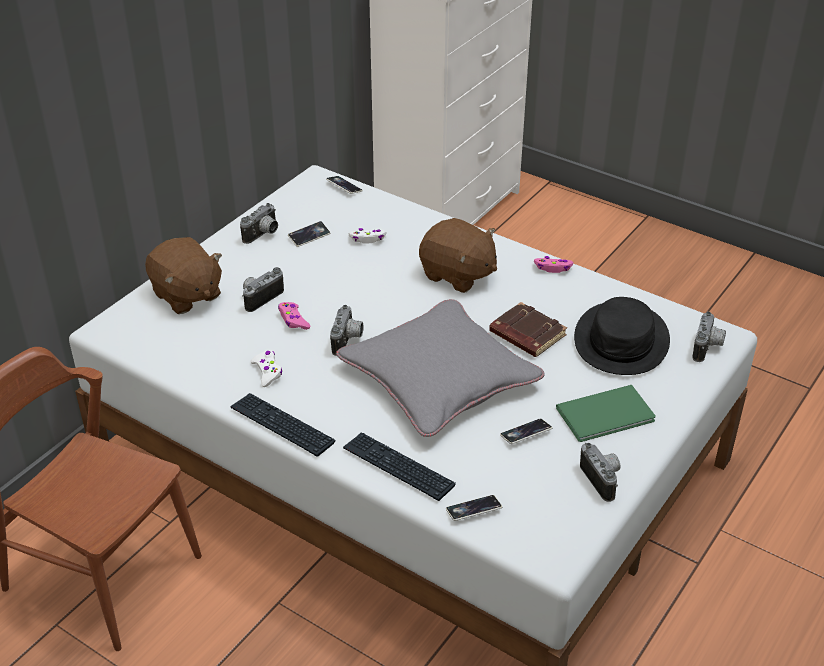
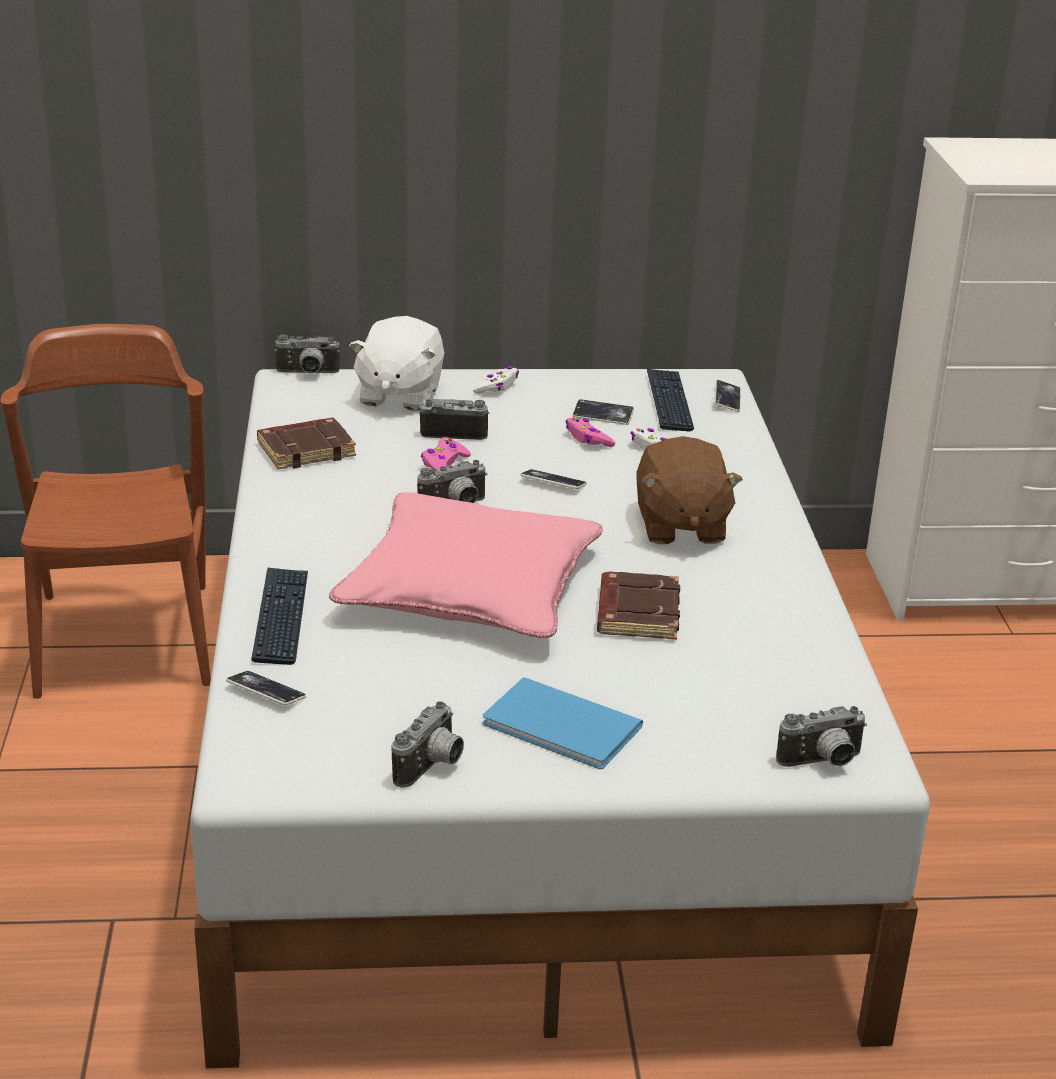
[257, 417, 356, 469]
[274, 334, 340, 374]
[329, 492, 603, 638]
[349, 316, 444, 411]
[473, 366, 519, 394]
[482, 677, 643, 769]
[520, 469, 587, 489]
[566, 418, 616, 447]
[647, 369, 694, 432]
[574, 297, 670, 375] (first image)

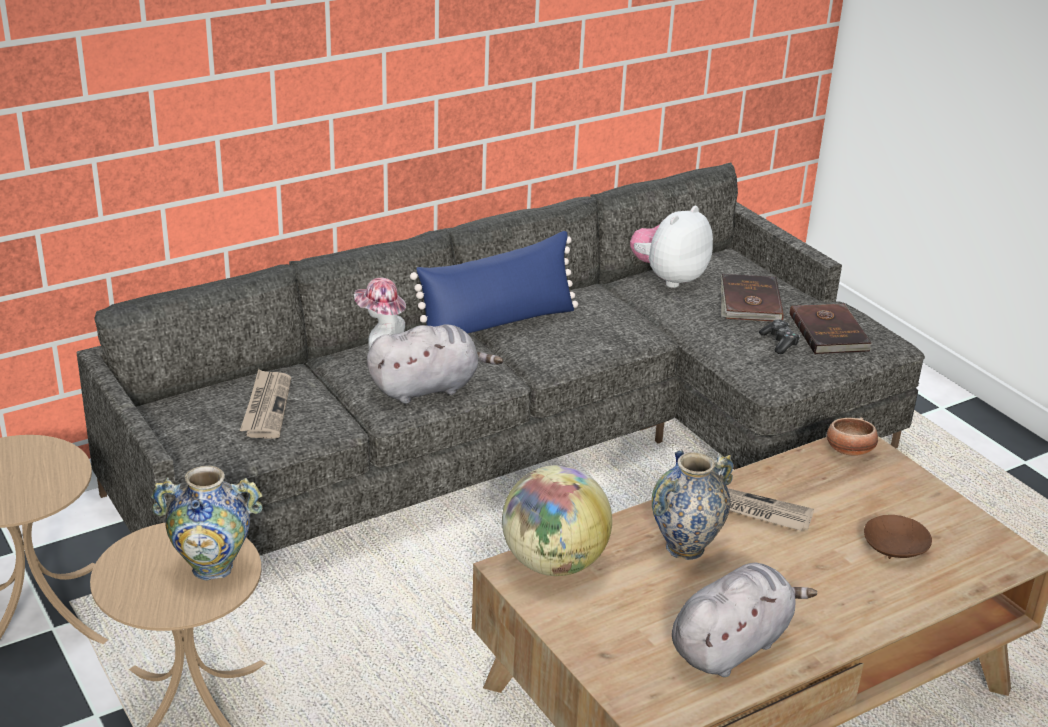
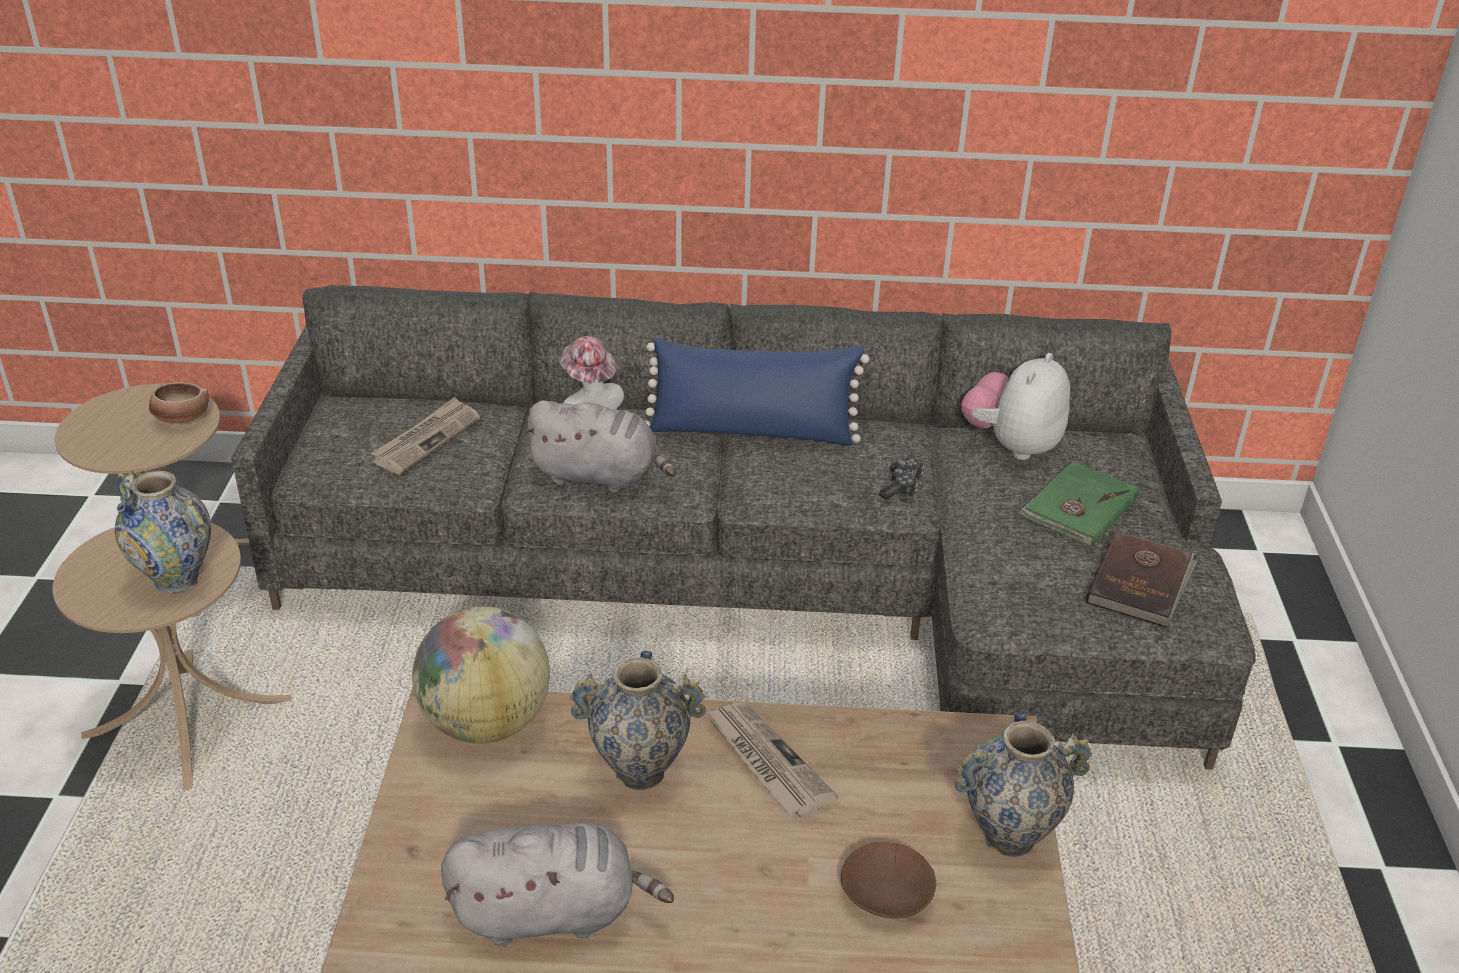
[149, 382, 209, 424]
[880, 458, 924, 499]
[955, 713, 1093, 857]
[961, 353, 1070, 460]
[1018, 461, 1139, 548]

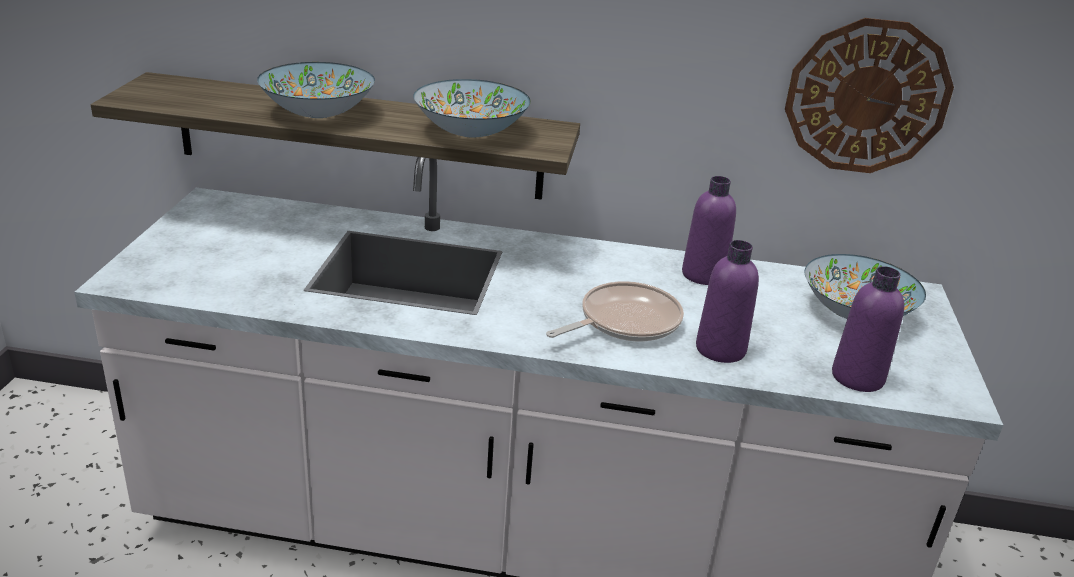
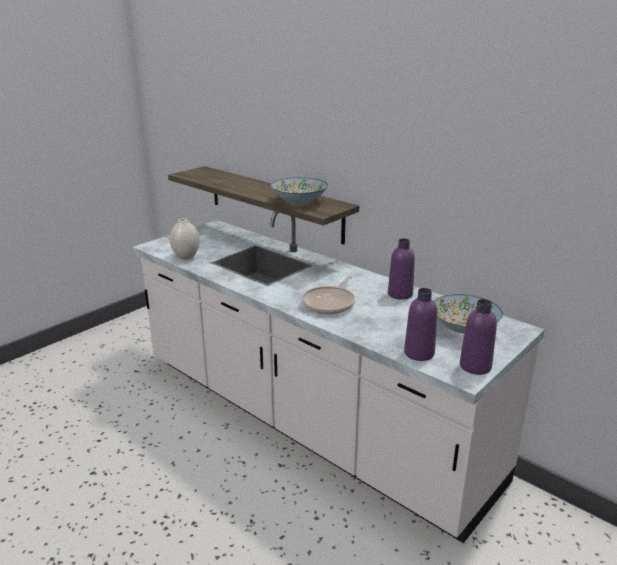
[170, 218, 200, 260]
[302, 276, 355, 315]
[460, 299, 497, 375]
[257, 62, 375, 118] (first image)
[785, 18, 954, 173] (first image)

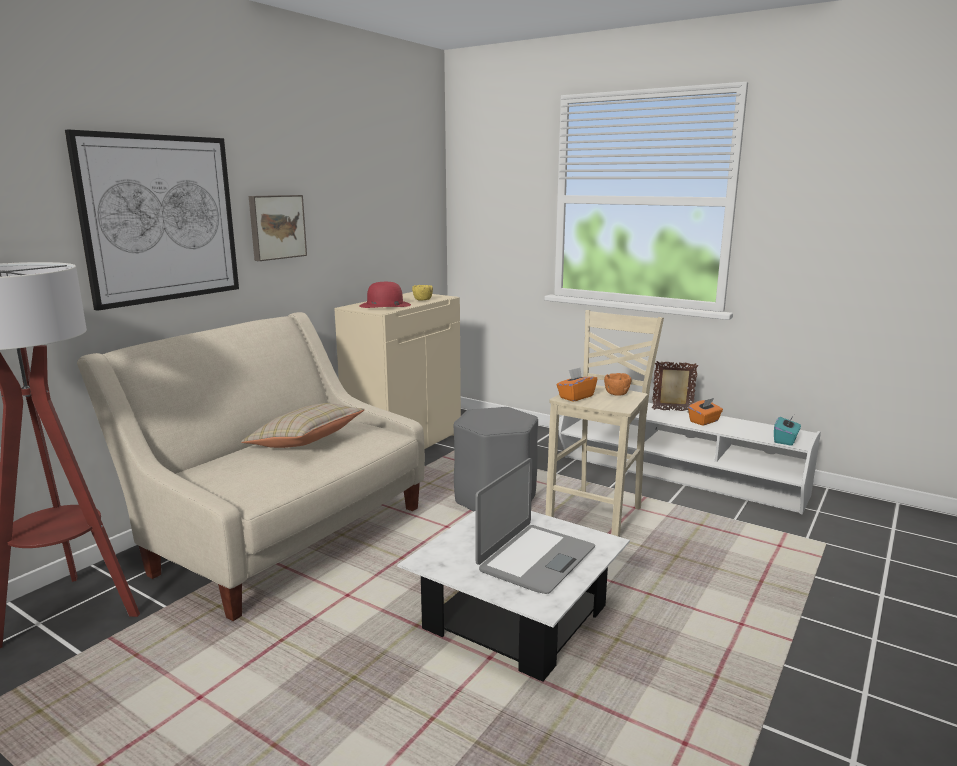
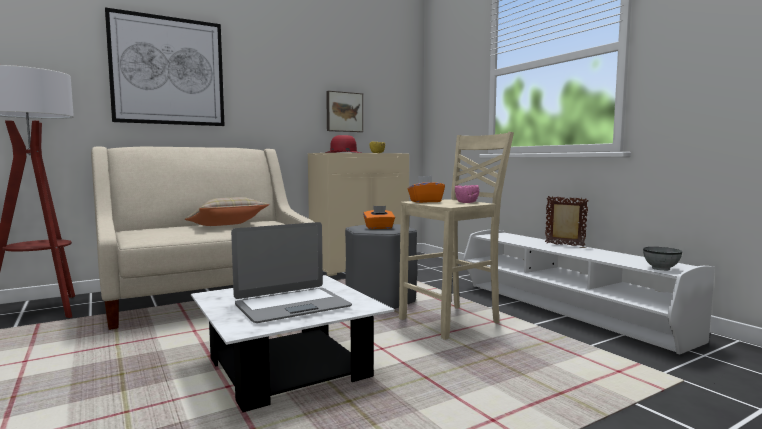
[326, 91, 363, 132]
[363, 206, 395, 229]
[455, 185, 479, 203]
[643, 247, 682, 271]

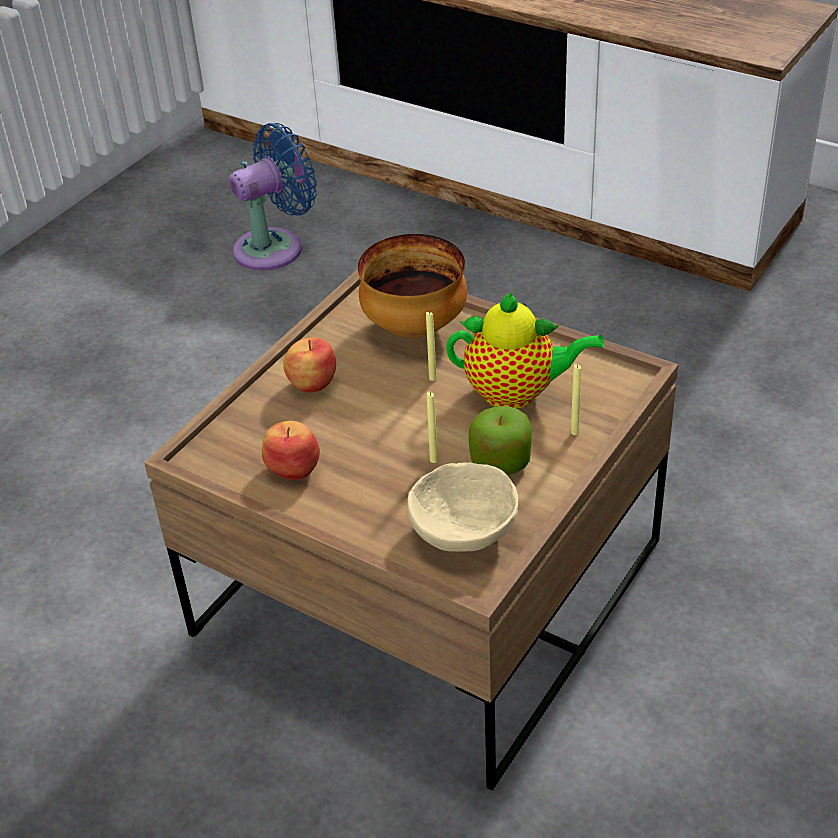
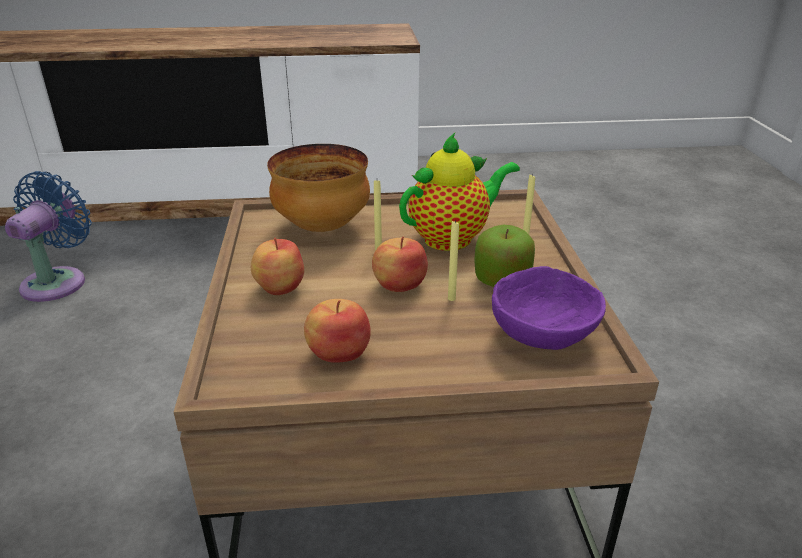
[372, 237, 428, 292]
[492, 266, 606, 350]

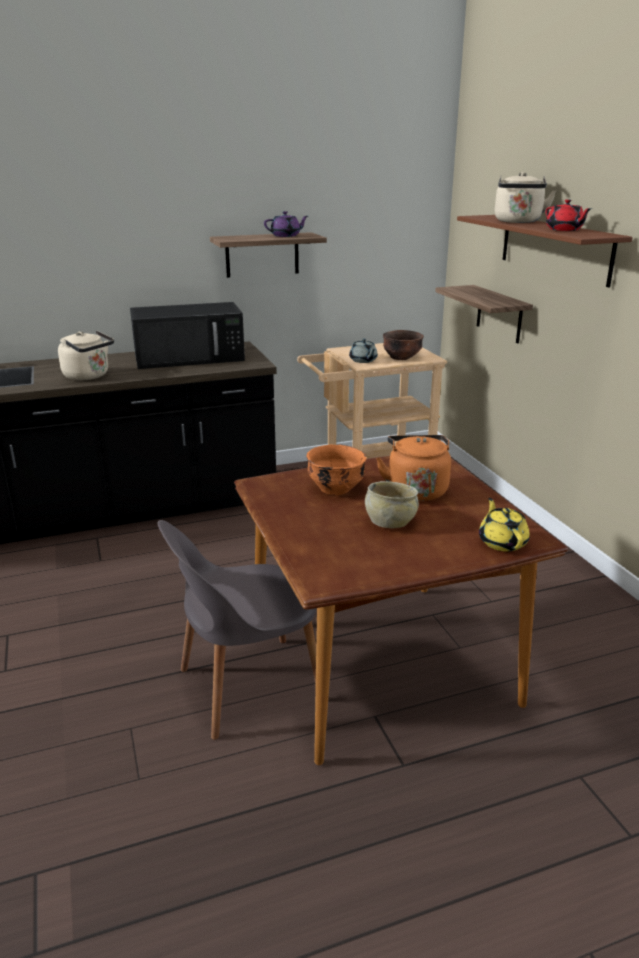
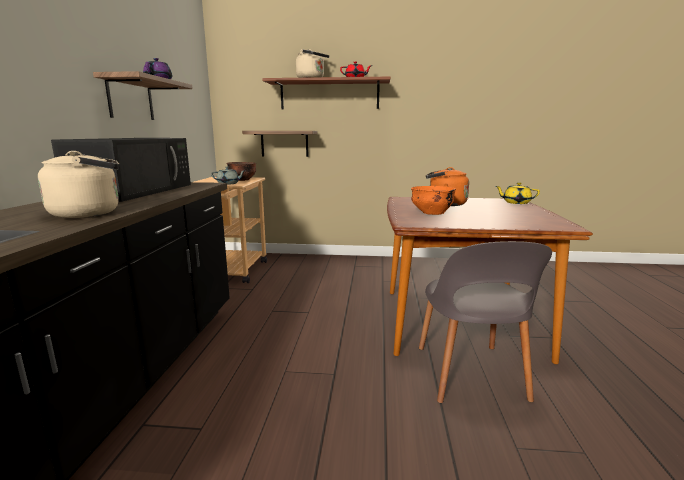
[365, 481, 419, 528] (first image)

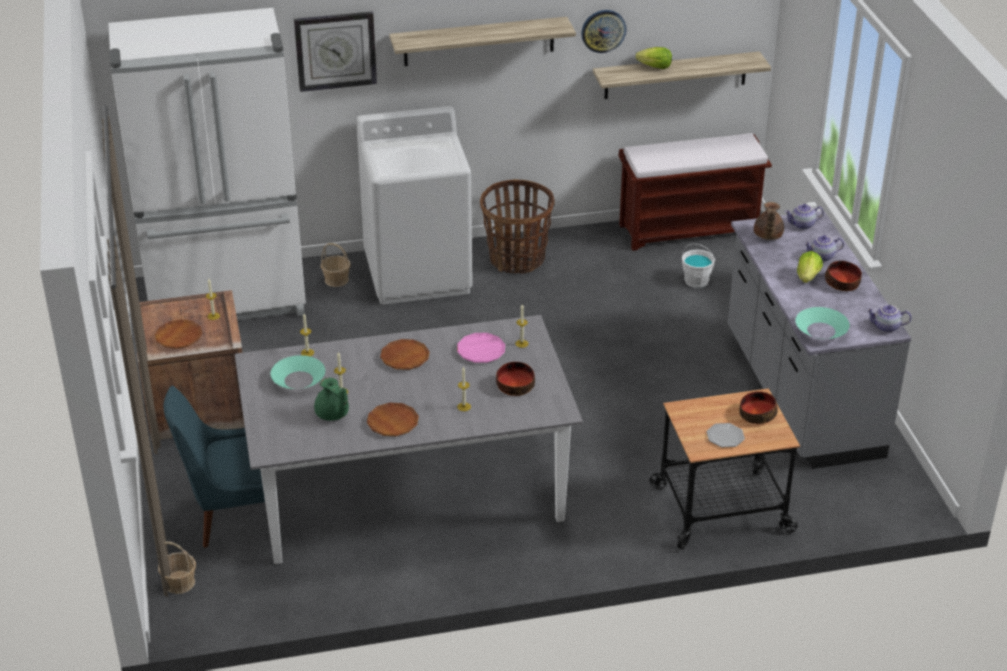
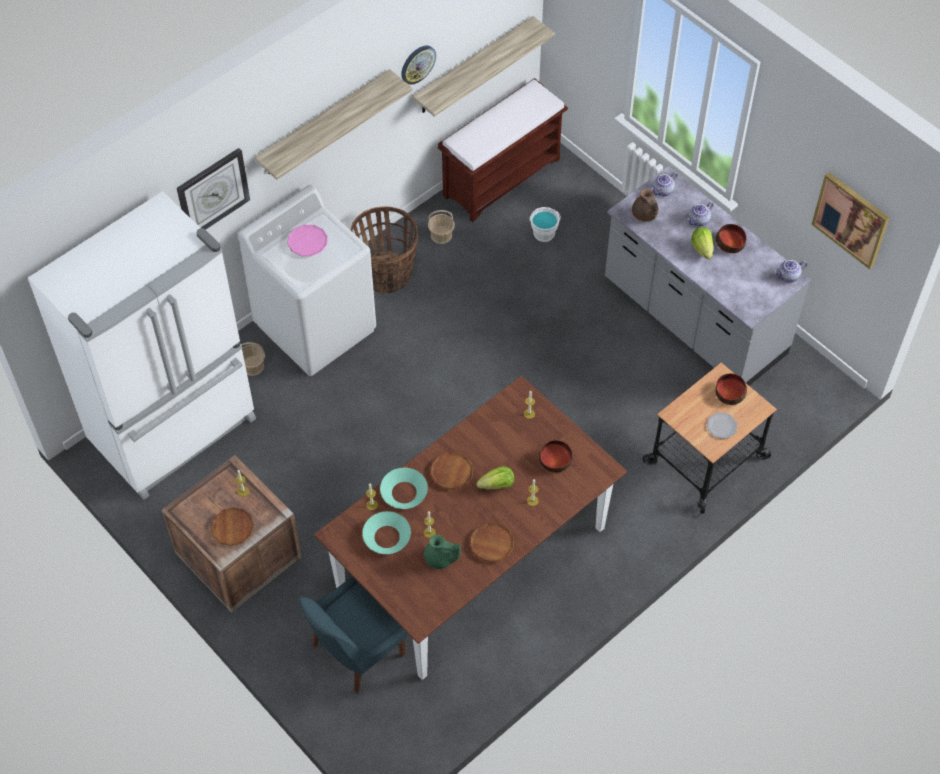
[287, 225, 328, 256]
[314, 376, 627, 680]
[380, 468, 428, 509]
[428, 210, 455, 244]
[477, 466, 514, 489]
[811, 172, 889, 269]

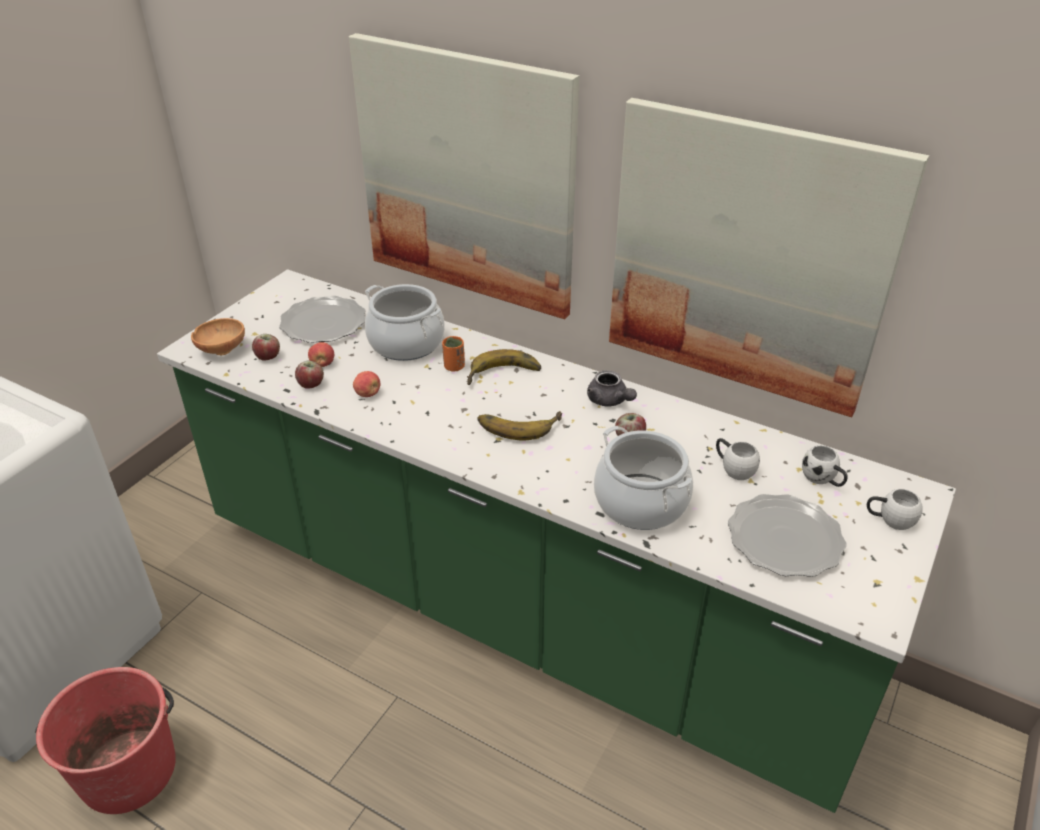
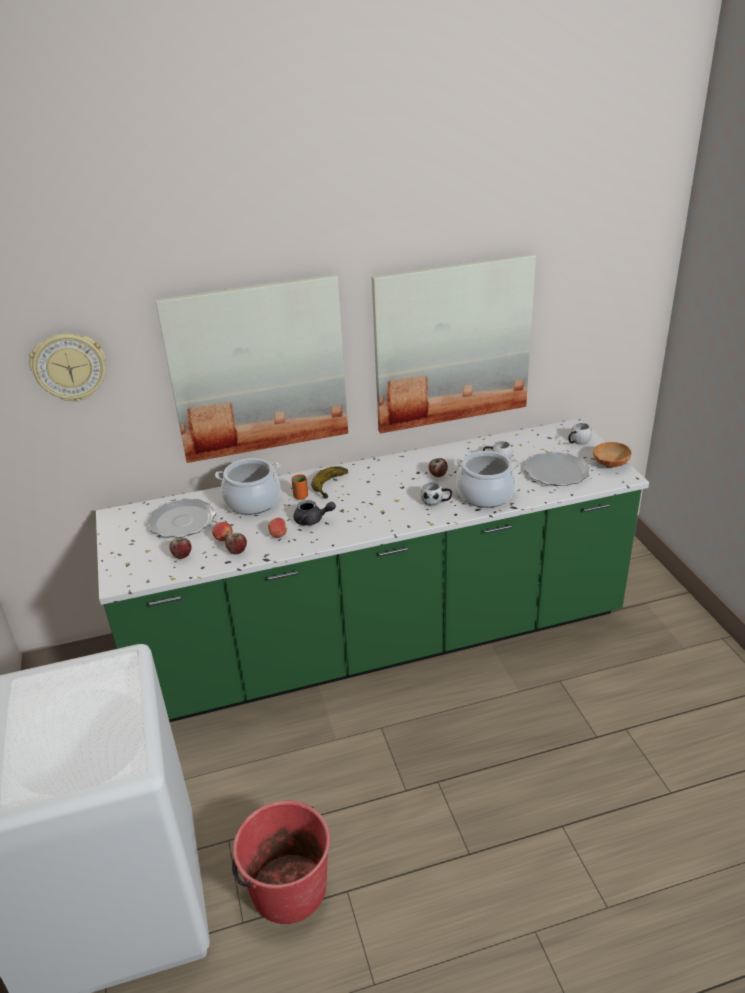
[29, 333, 106, 402]
[294, 500, 336, 526]
[421, 482, 452, 506]
[593, 442, 631, 468]
[477, 411, 562, 441] (first image)

